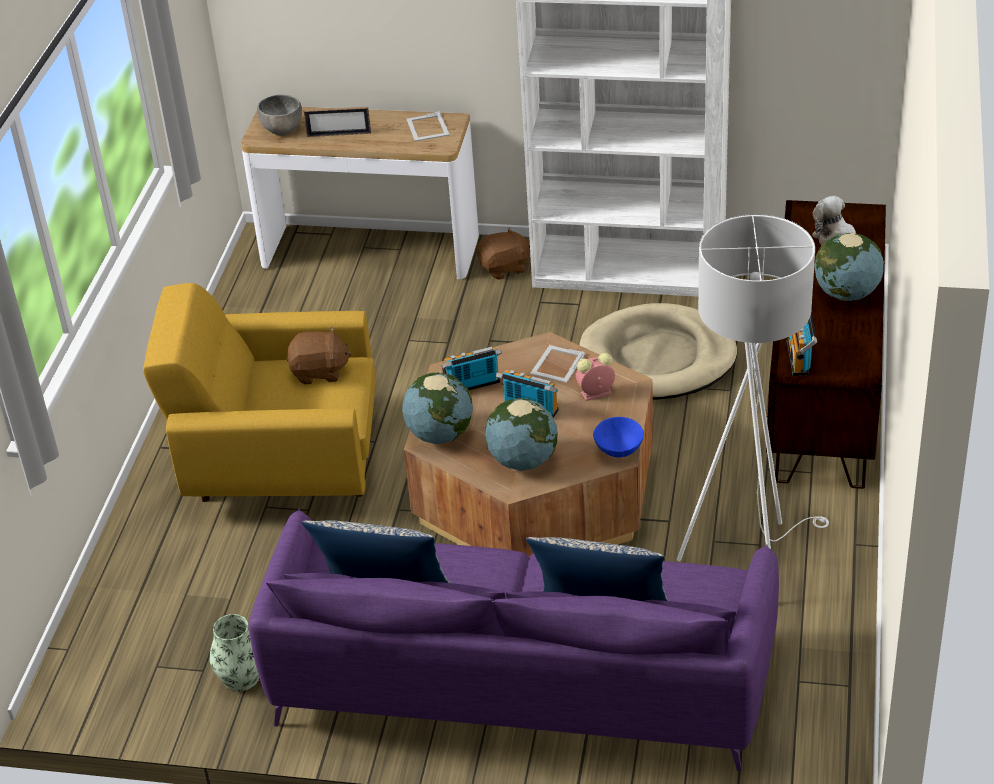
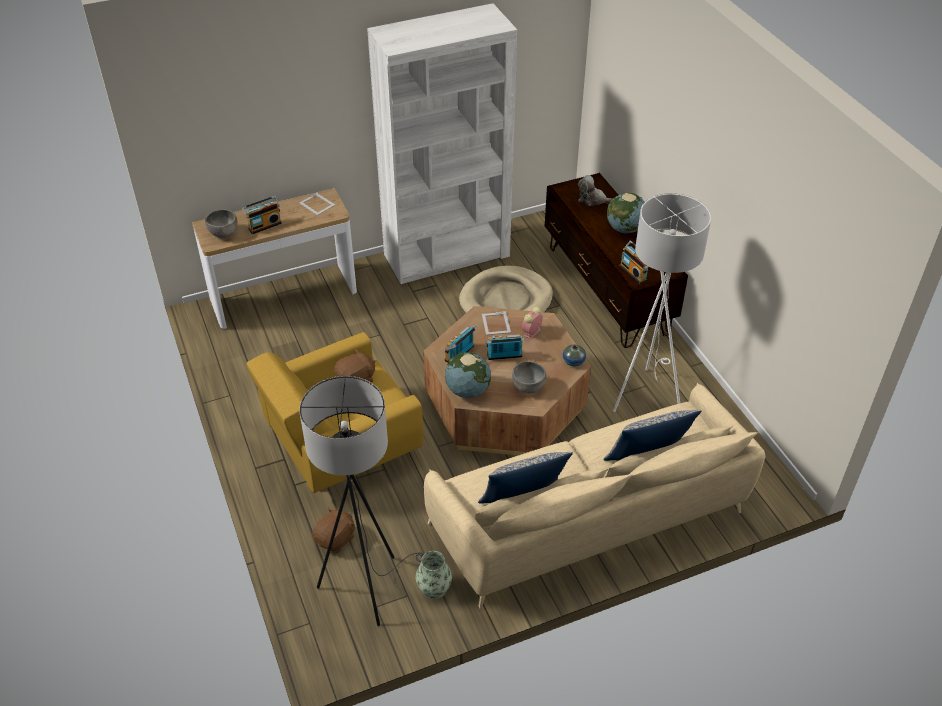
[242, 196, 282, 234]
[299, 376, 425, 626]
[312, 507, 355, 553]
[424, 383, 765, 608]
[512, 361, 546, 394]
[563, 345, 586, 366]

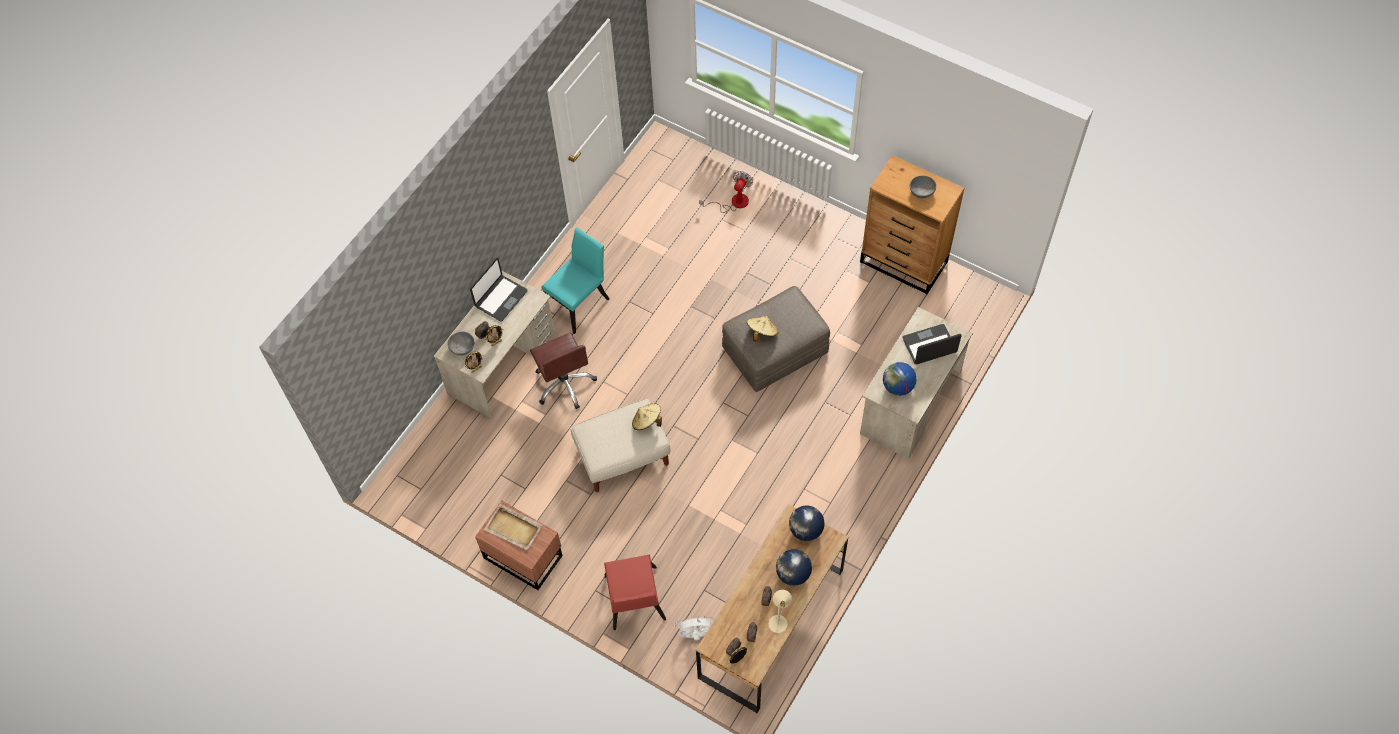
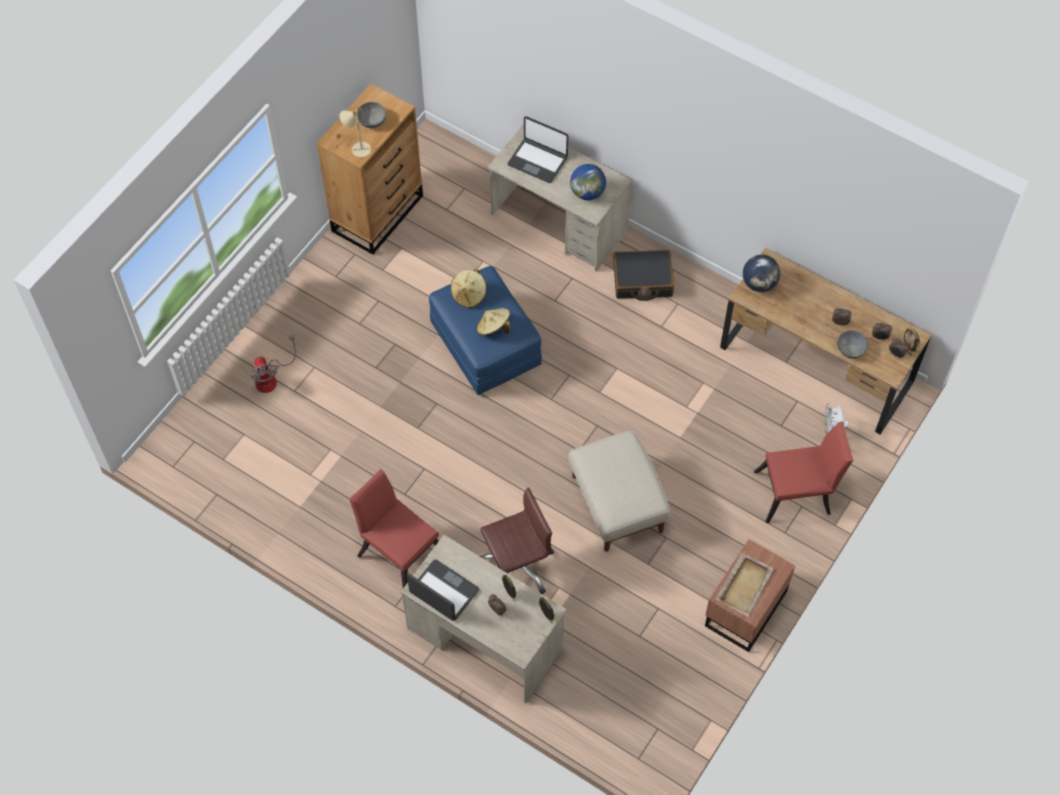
[250, 335, 296, 393]
[340, 108, 371, 158]
[349, 469, 439, 588]
[429, 266, 542, 395]
[451, 269, 487, 308]
[508, 116, 568, 183]
[613, 250, 674, 301]
[838, 330, 868, 359]
[776, 549, 812, 586] (first image)

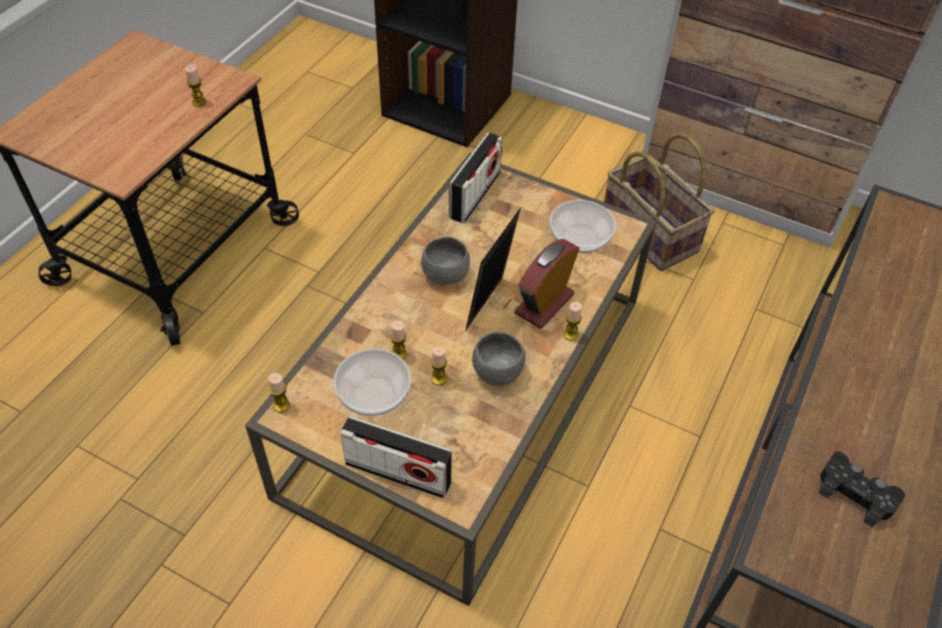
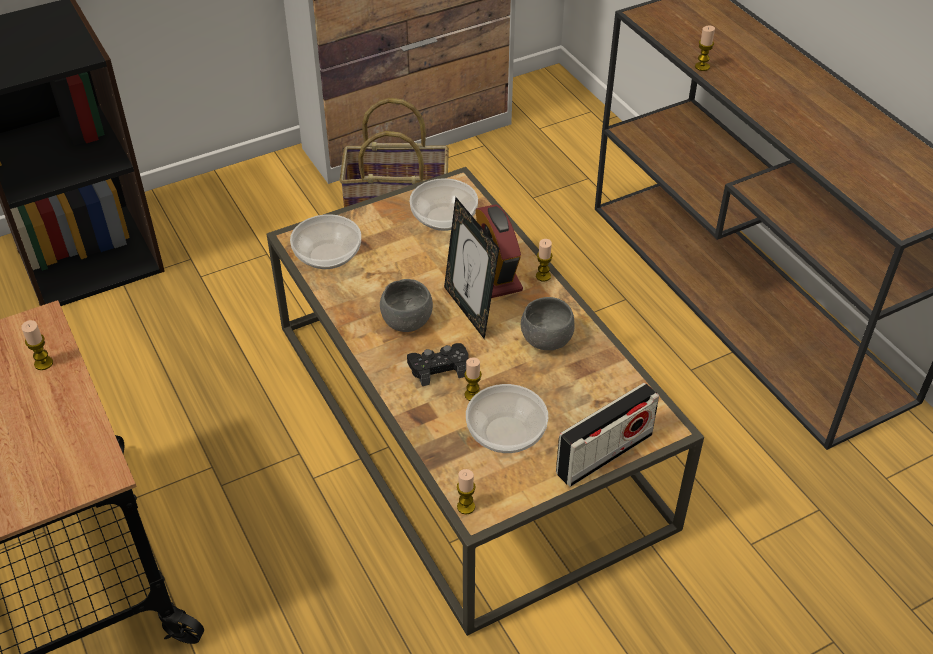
[290, 214, 361, 269]
[407, 343, 469, 386]
[695, 26, 715, 71]

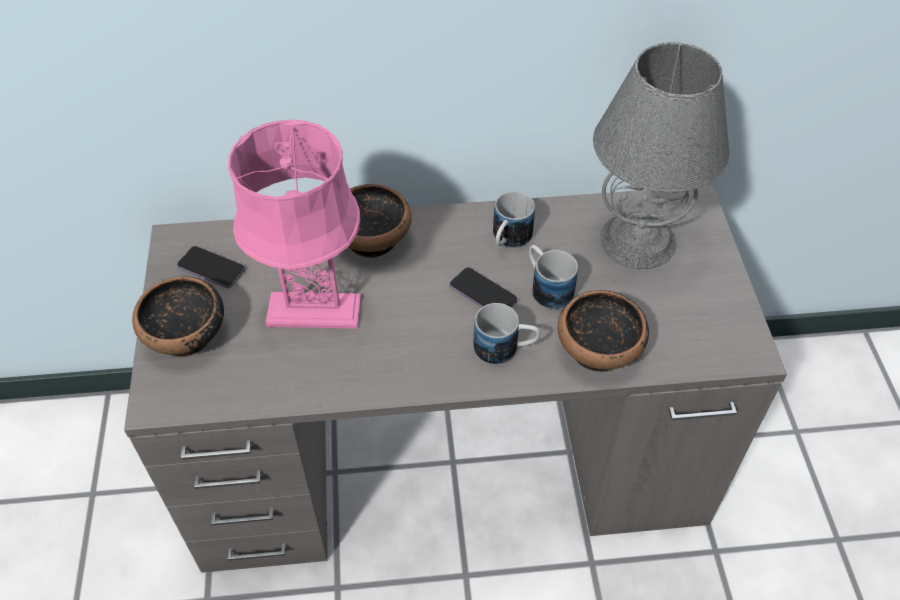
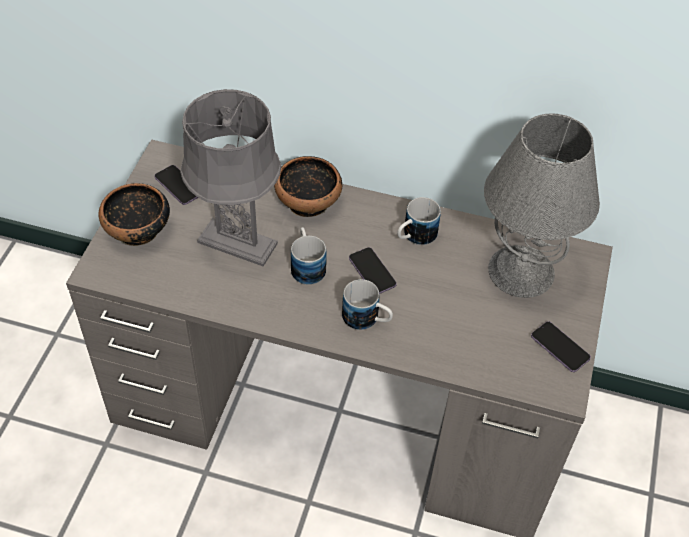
[180, 89, 281, 266]
[291, 227, 327, 285]
[531, 321, 591, 372]
[558, 290, 649, 372] (first image)

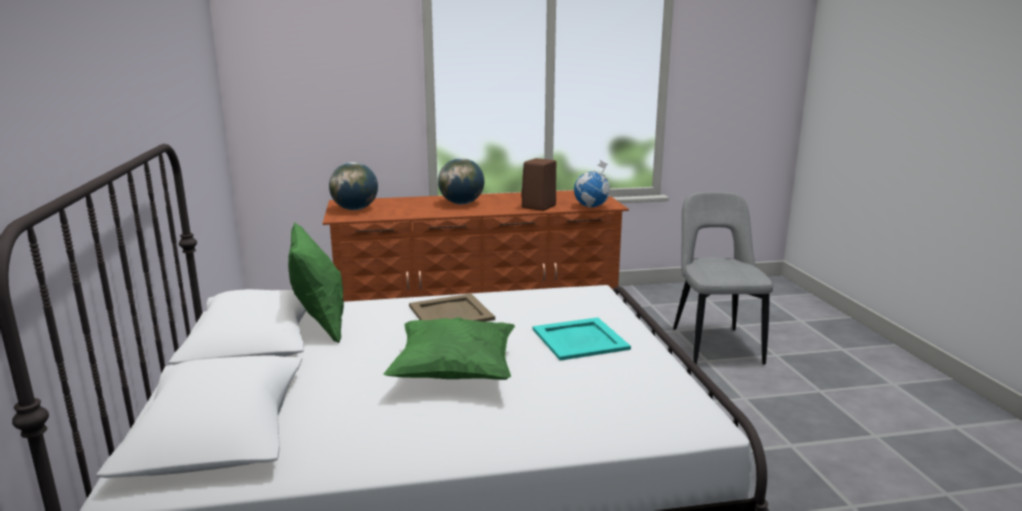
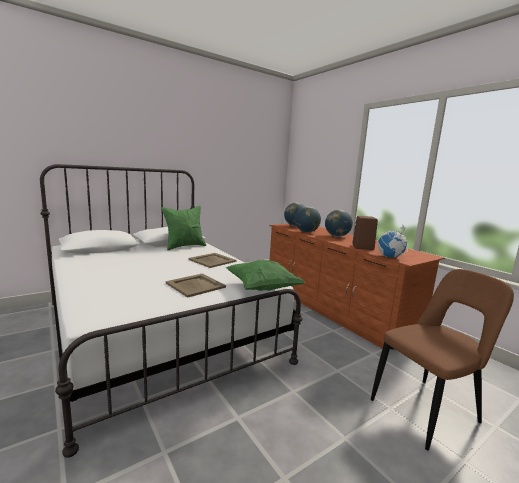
[166, 273, 226, 298]
[226, 260, 305, 291]
[295, 206, 321, 232]
[371, 269, 514, 451]

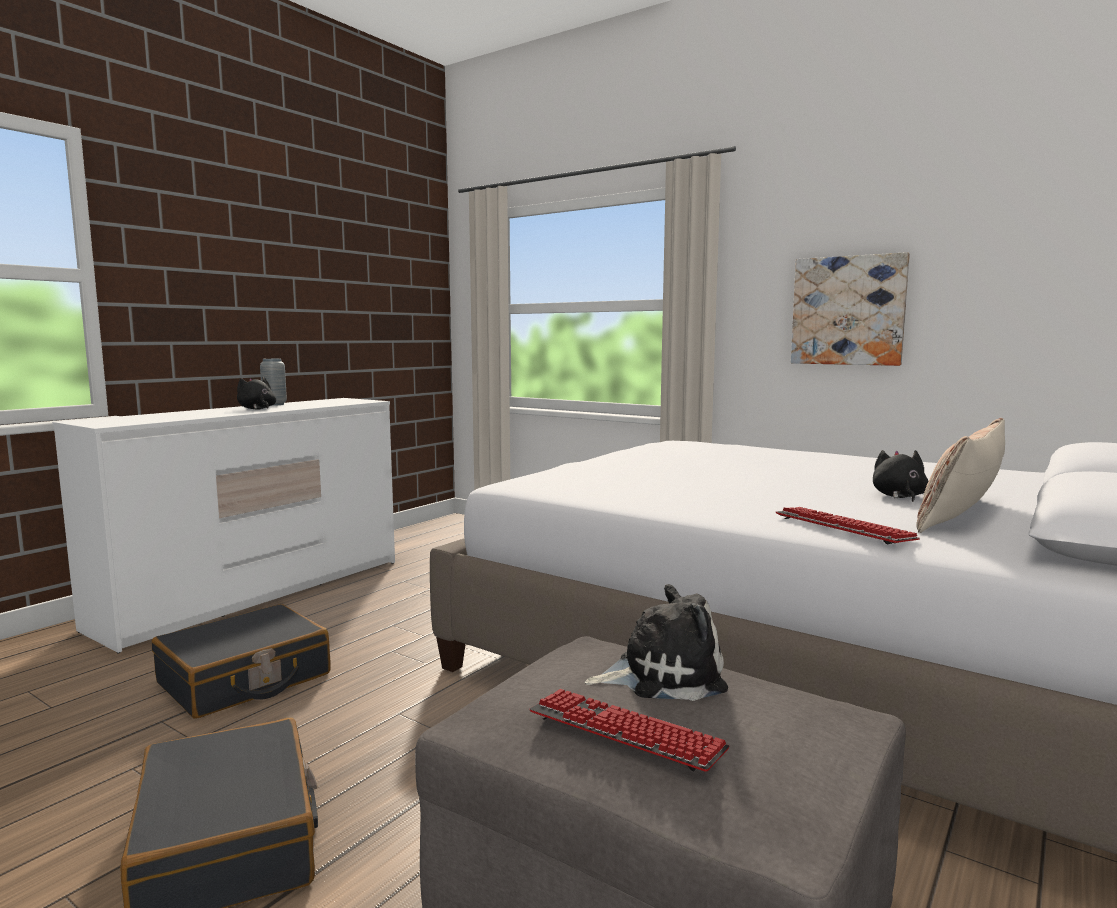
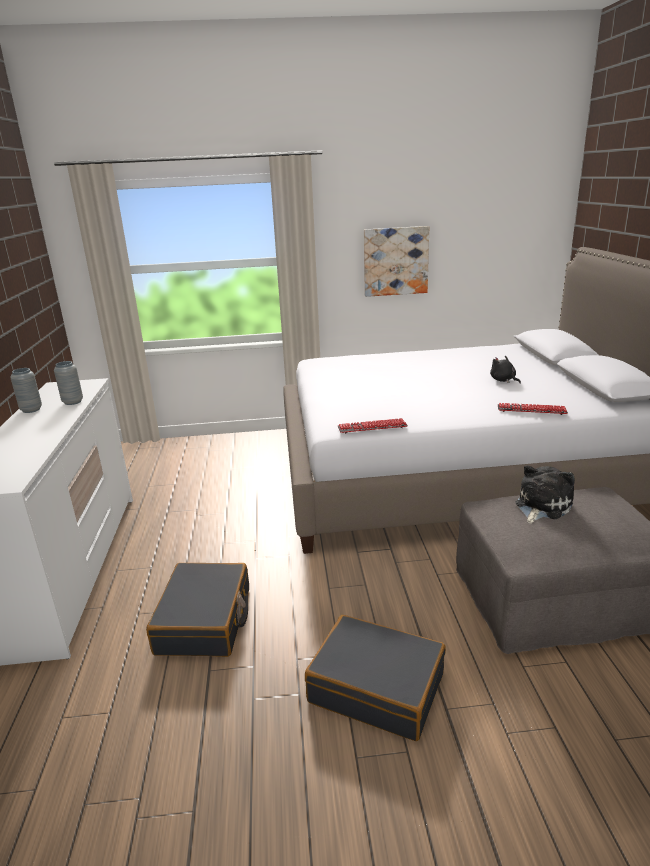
[54, 361, 83, 405]
[338, 418, 408, 434]
[237, 377, 276, 409] (first image)
[916, 418, 1005, 533] (first image)

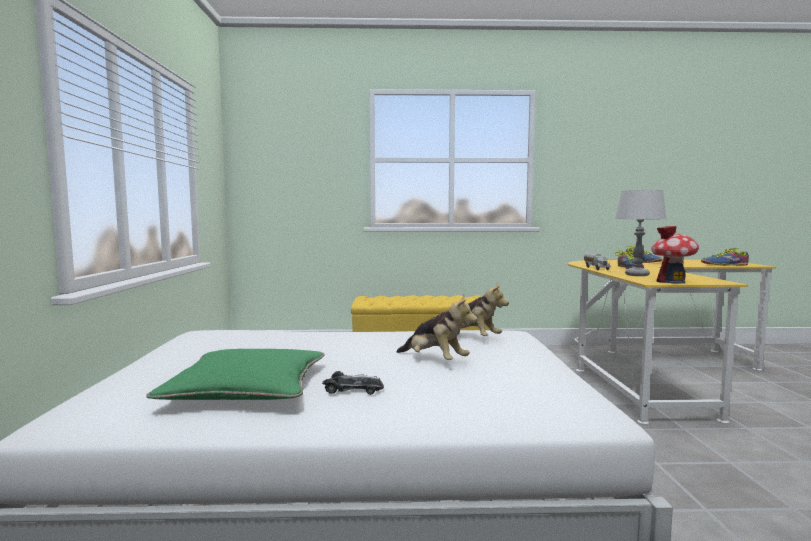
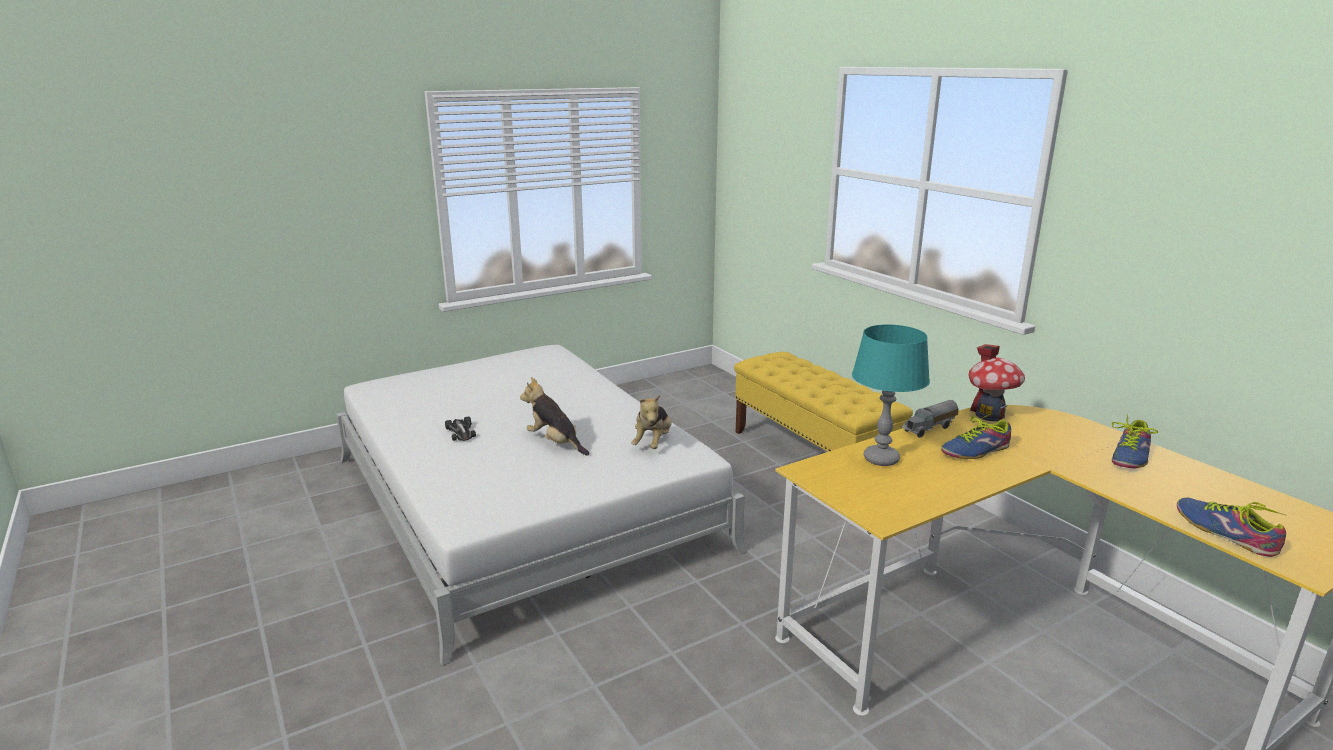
[520, 377, 589, 456]
[852, 324, 930, 466]
[969, 344, 1025, 421]
[146, 349, 324, 400] (first image)

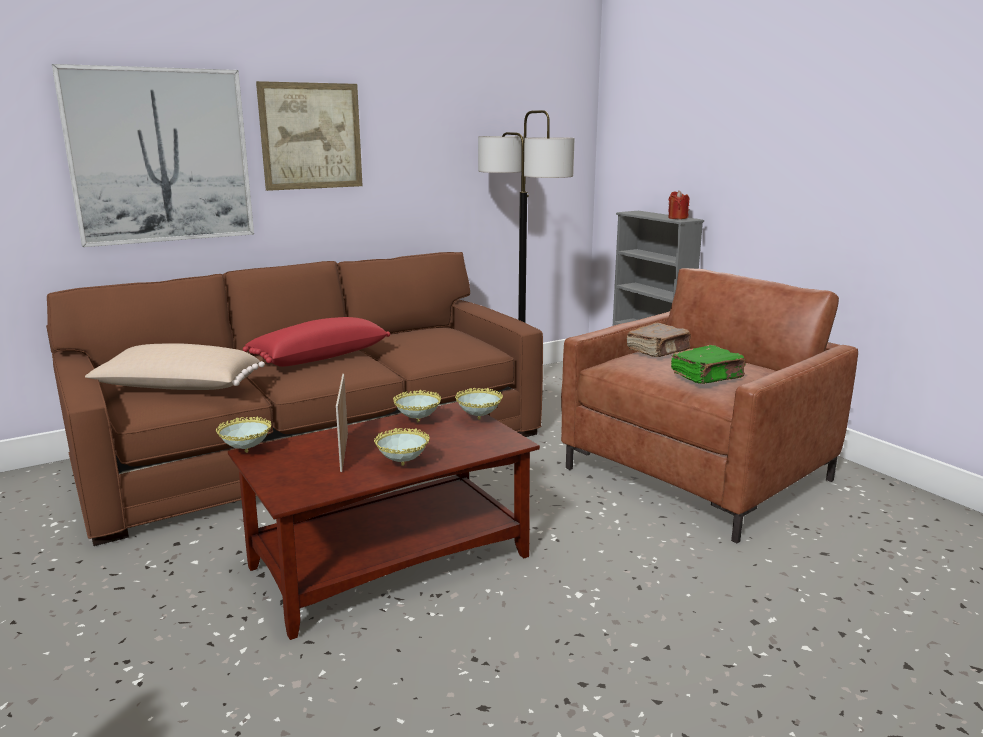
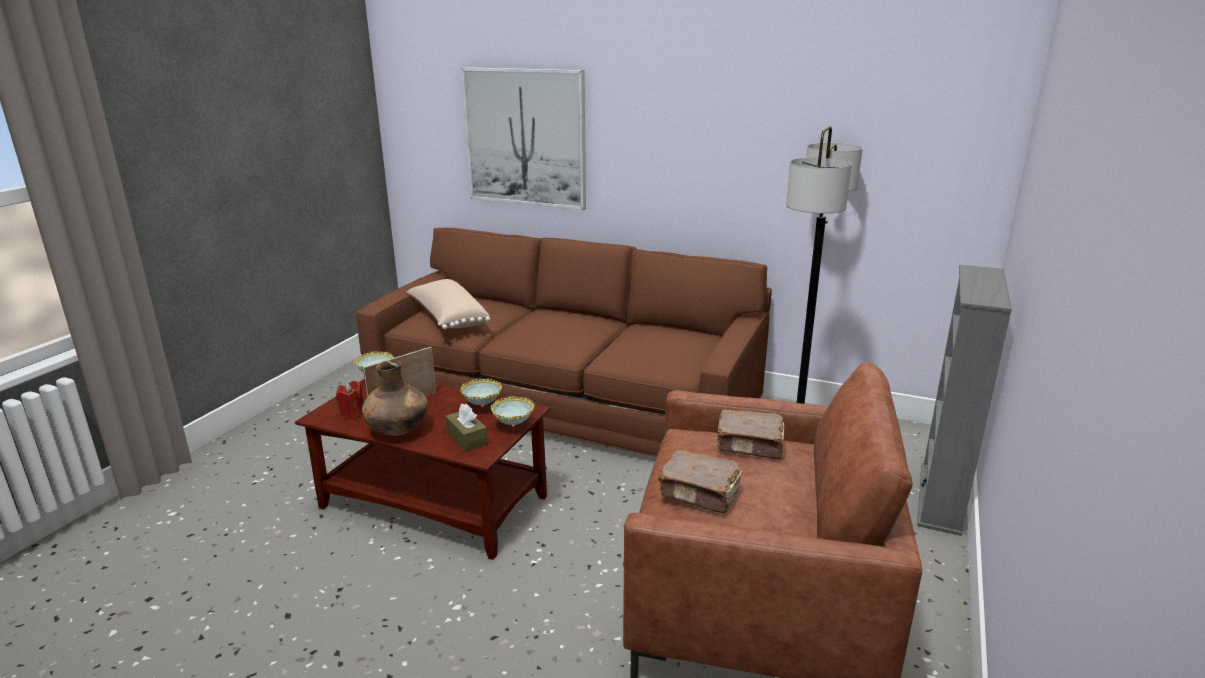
[336, 381, 364, 419]
[362, 360, 428, 436]
[445, 404, 488, 452]
[658, 450, 742, 514]
[243, 317, 390, 367] (first image)
[256, 81, 363, 191] (first image)

